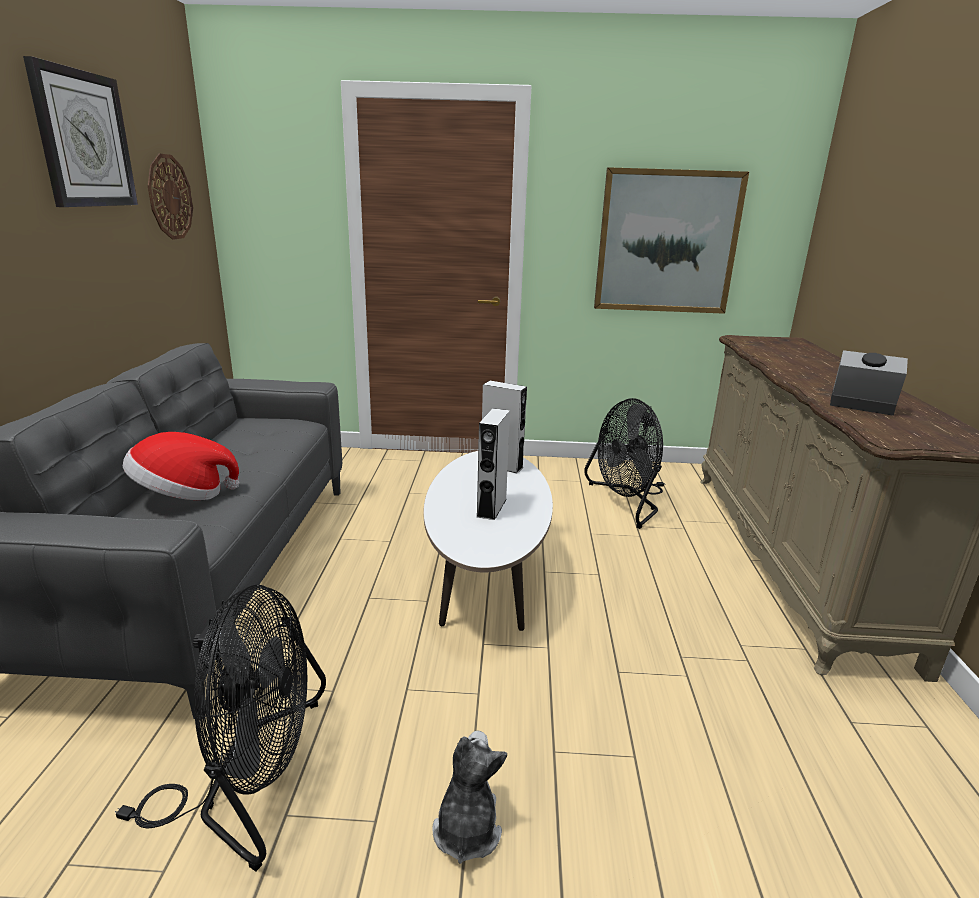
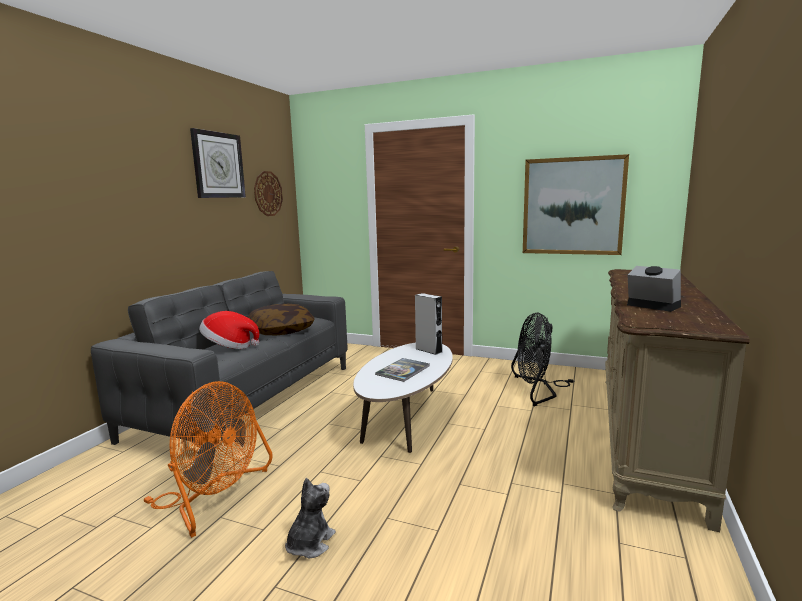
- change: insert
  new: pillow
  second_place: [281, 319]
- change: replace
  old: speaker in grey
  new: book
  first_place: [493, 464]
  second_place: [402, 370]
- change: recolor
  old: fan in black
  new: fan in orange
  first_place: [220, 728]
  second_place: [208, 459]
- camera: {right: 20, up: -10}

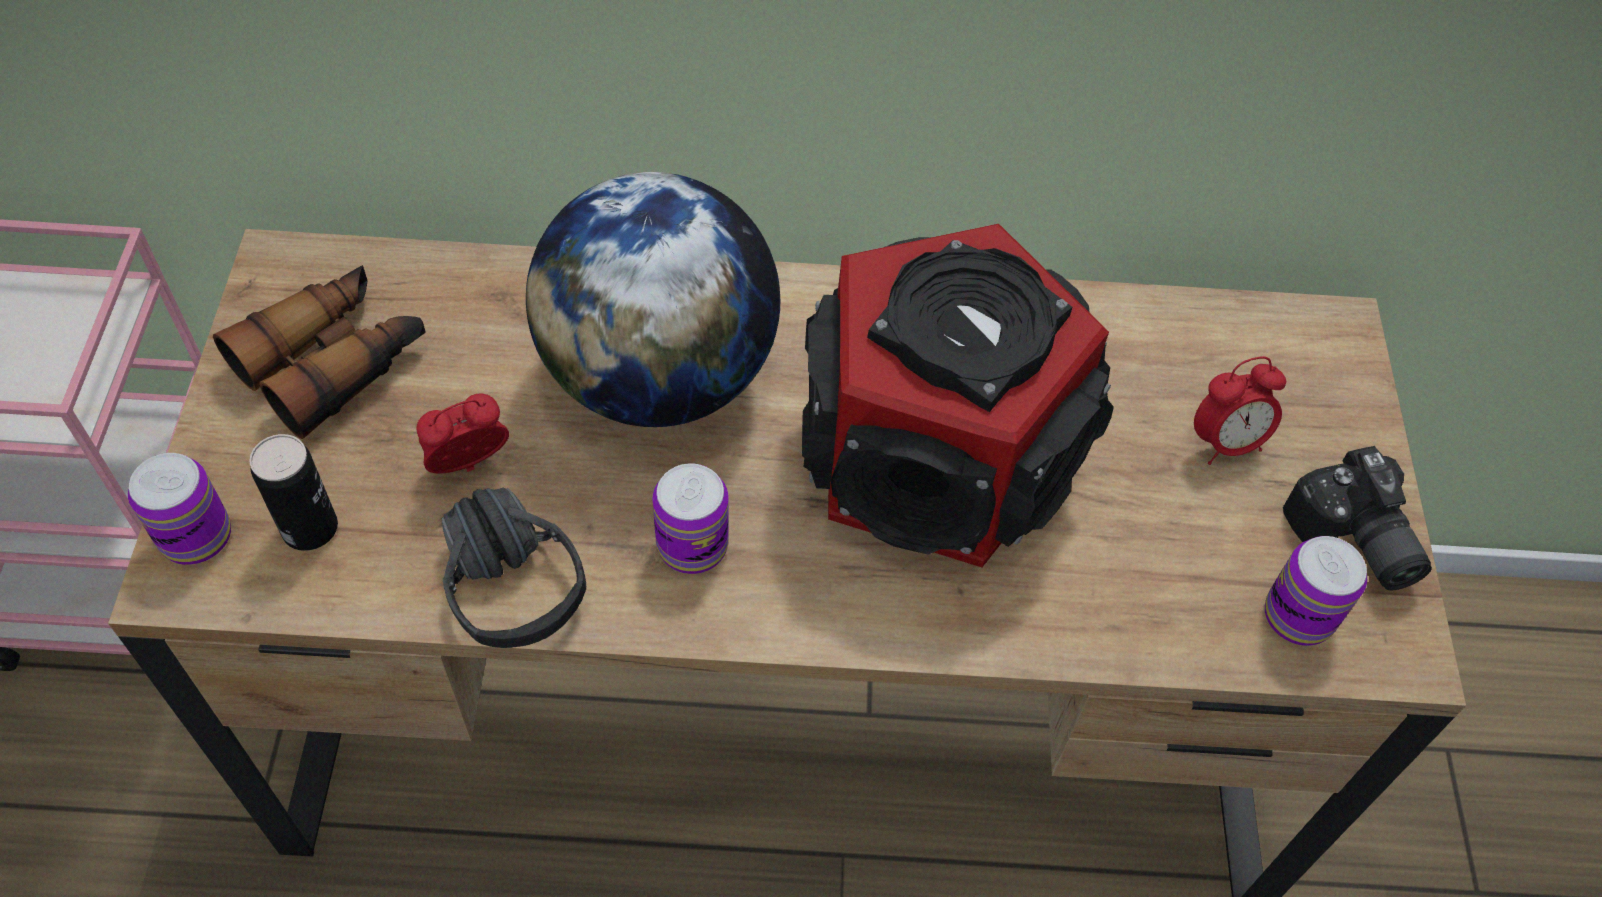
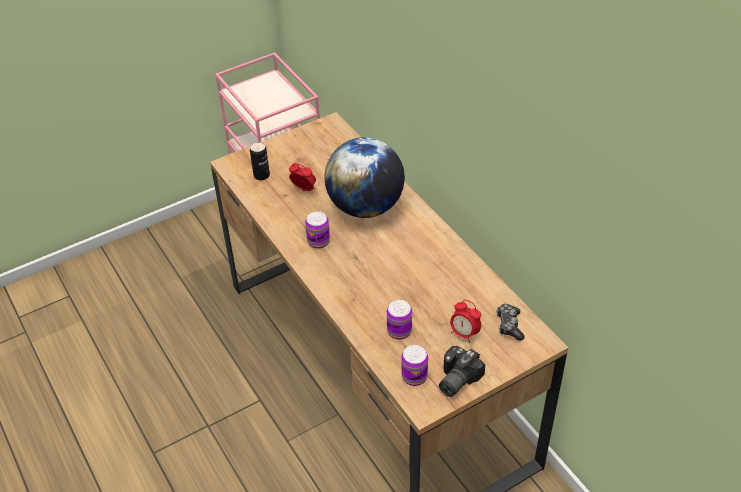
- change: delete
  old: binoculars
  first_place: [319, 352]
- change: delete
  old: headphones in black
  first_place: [514, 567]
- change: delete
  old: speaker
  first_place: [958, 395]
- change: insert
  new: game controller
  second_place: [510, 322]
- change: move
  old: can
  first_place: [179, 509]
  second_place: [399, 320]
- camera: {right: 60, up: -10}

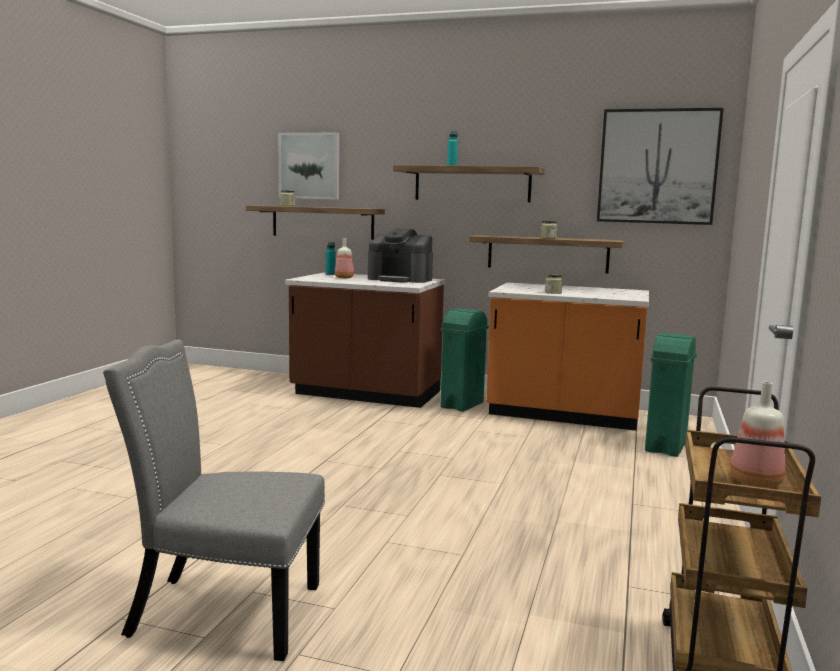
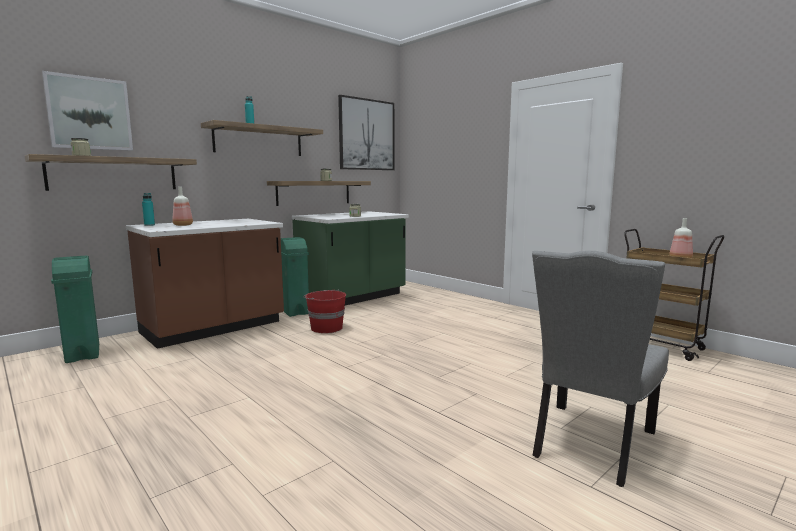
- change: delete
  old: coffee machine
  first_place: [400, 255]
- change: insert
  new: bucket in red
  second_place: [324, 311]
- change: move
  old: trash can in green
  first_place: [671, 395]
  second_place: [75, 309]
- change: recolor
  old: counter in orange
  new: counter in green
  first_place: [567, 356]
  second_place: [350, 258]
- camera: {right: -60, up: 0}

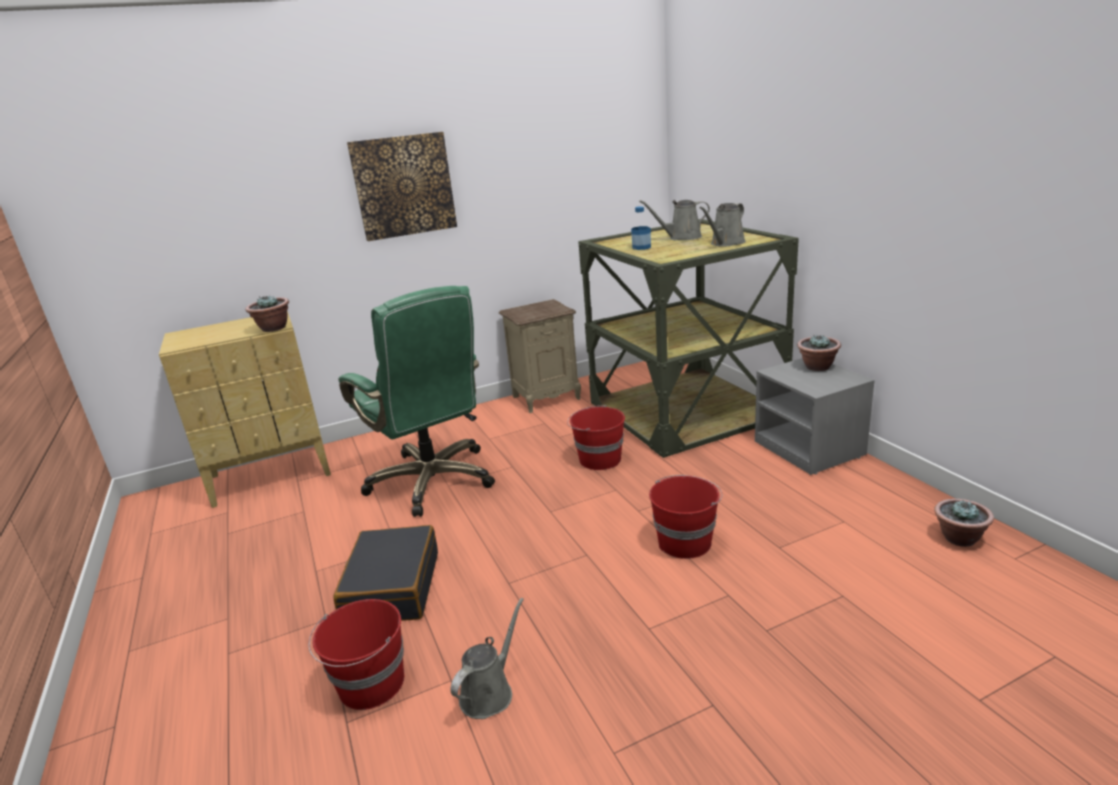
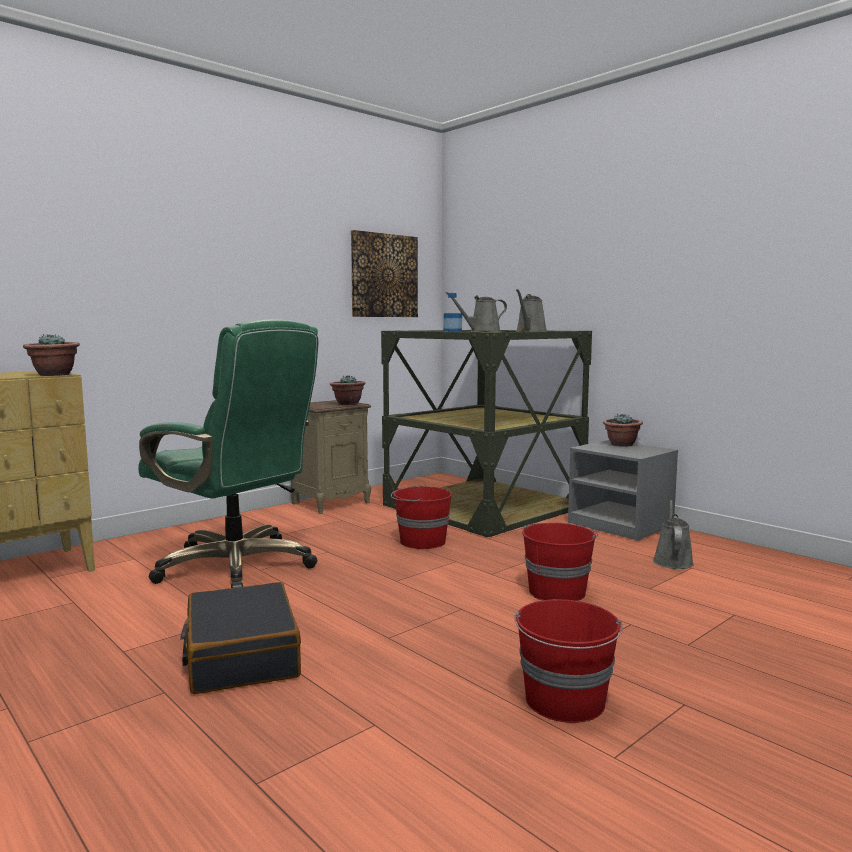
- change: move
  old: bucket in red
  first_place: [356, 654]
  second_place: [568, 661]
- change: move
  old: picture
  first_place: [402, 186]
  second_place: [384, 273]
- change: move
  old: watering can in grey
  first_place: [487, 658]
  second_place: [673, 534]
- change: move
  old: potted plant
  first_place: [964, 523]
  second_place: [348, 390]
- camera: {right: -20, up: -15}

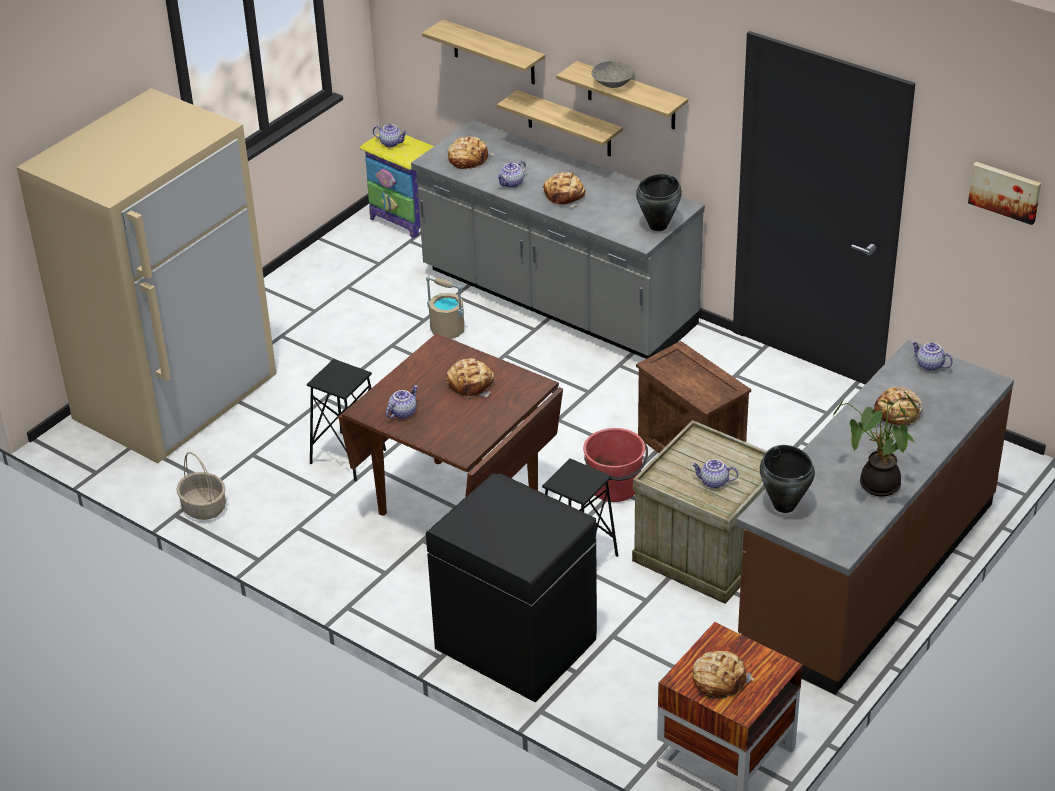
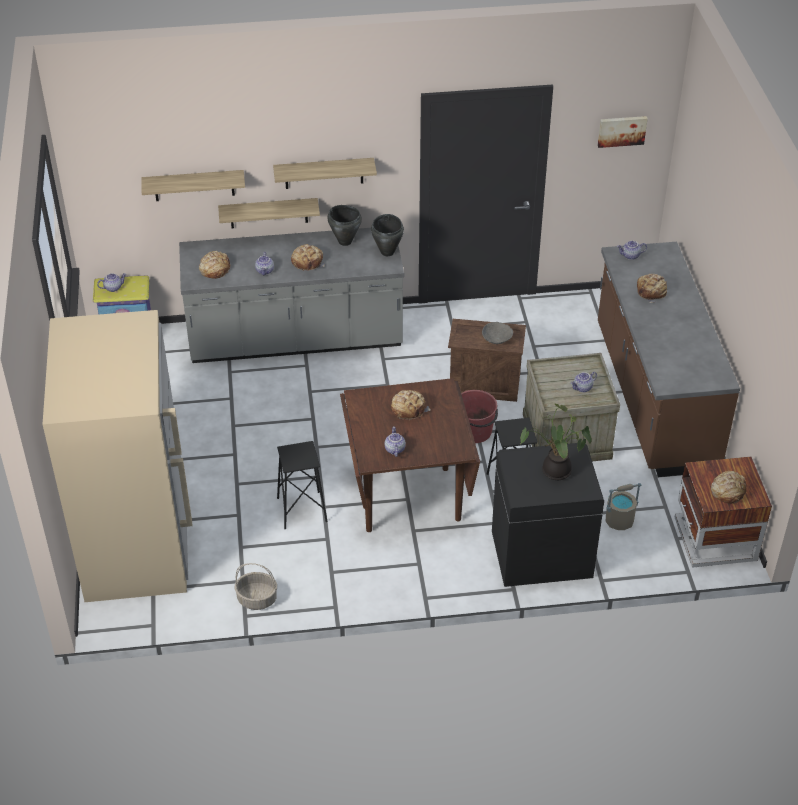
- change: move
  old: bucket in beige
  first_place: [445, 308]
  second_place: [623, 506]
- change: move
  old: bowl in grey
  first_place: [613, 74]
  second_place: [497, 333]
- change: move
  old: cooking pot in black
  first_place: [787, 479]
  second_place: [345, 225]
- change: move
  old: potted plant
  first_place: [875, 443]
  second_place: [556, 442]
- camera: {right: -45, up: 5}

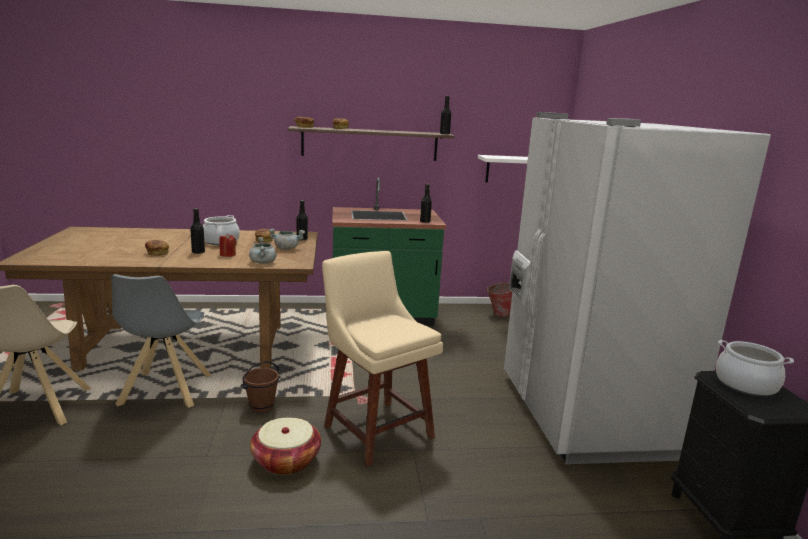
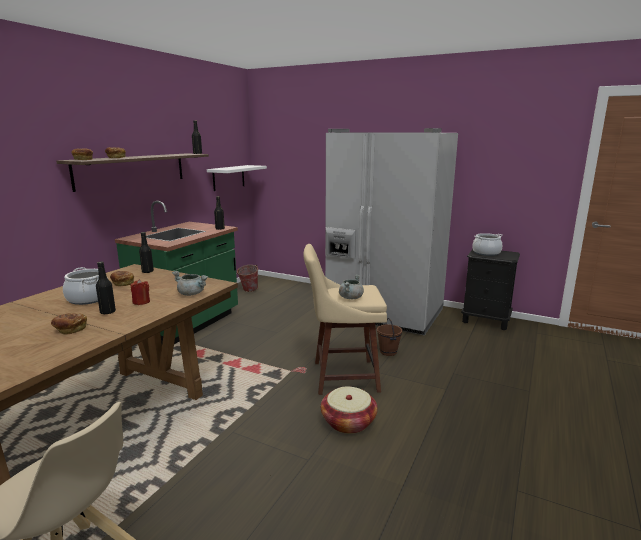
- change: delete
  old: chair in grey
  first_place: [161, 341]
- change: move
  old: bucket in brown
  first_place: [261, 387]
  second_place: [389, 337]
- change: move
  old: cooking pot in grey
  first_place: [287, 239]
  second_place: [351, 286]
- camera: {right: -55, up: 0}

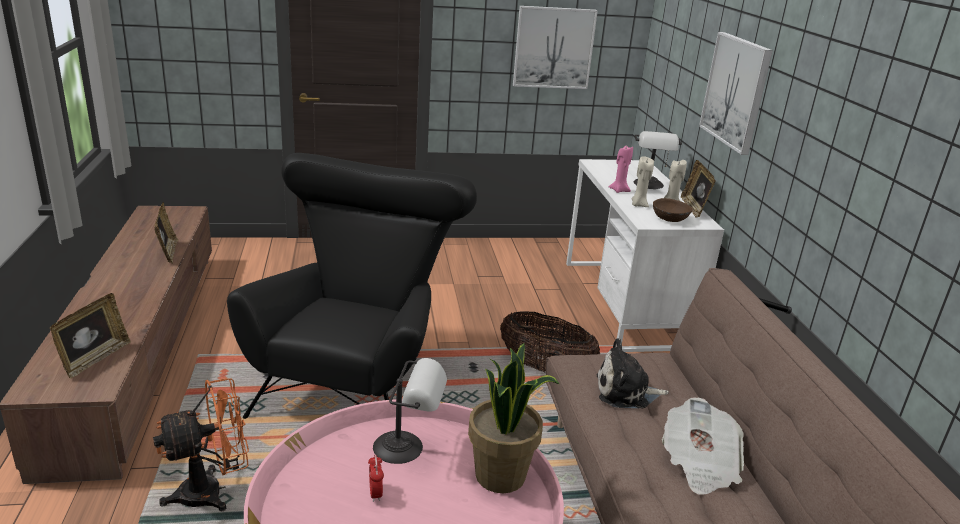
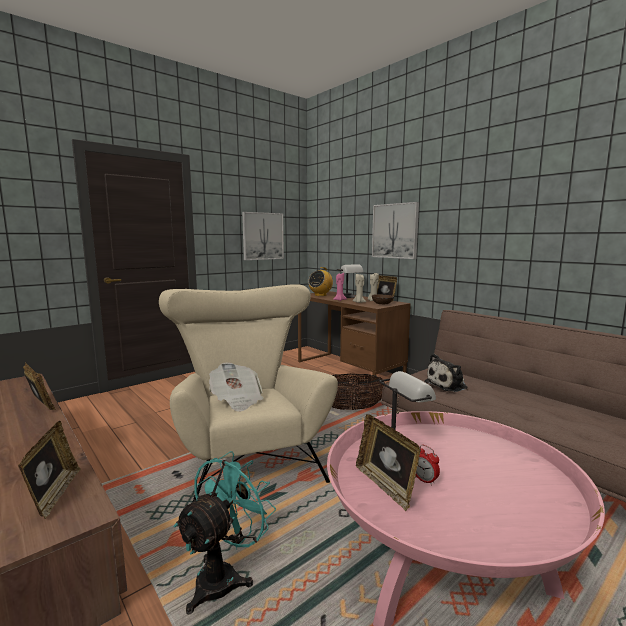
- change: delete
  old: potted plant
  first_place: [513, 418]
- change: insert
  new: radio
  second_place: [320, 281]
- change: insert
  new: picture frame
  second_place: [388, 462]
- change: move
  old: newspaper
  first_place: [703, 446]
  second_place: [236, 387]
- change: recolor
  old: fan in orange
  new: fan in turquoise
  first_place: [201, 444]
  second_place: [225, 532]
- change: recolor
  old: armchair in black
  new: armchair in beige
  first_place: [352, 286]
  second_place: [248, 392]
- change: recolor
  old: desk in white
  new: desk in brown
  first_place: [645, 255]
  second_place: [354, 337]
- camera: {right: -30, up: -15}

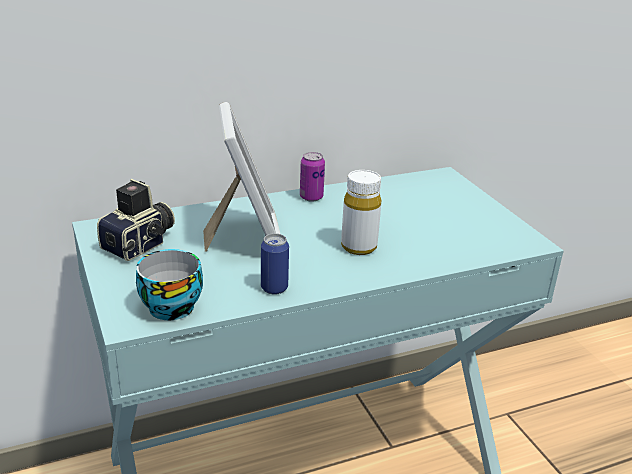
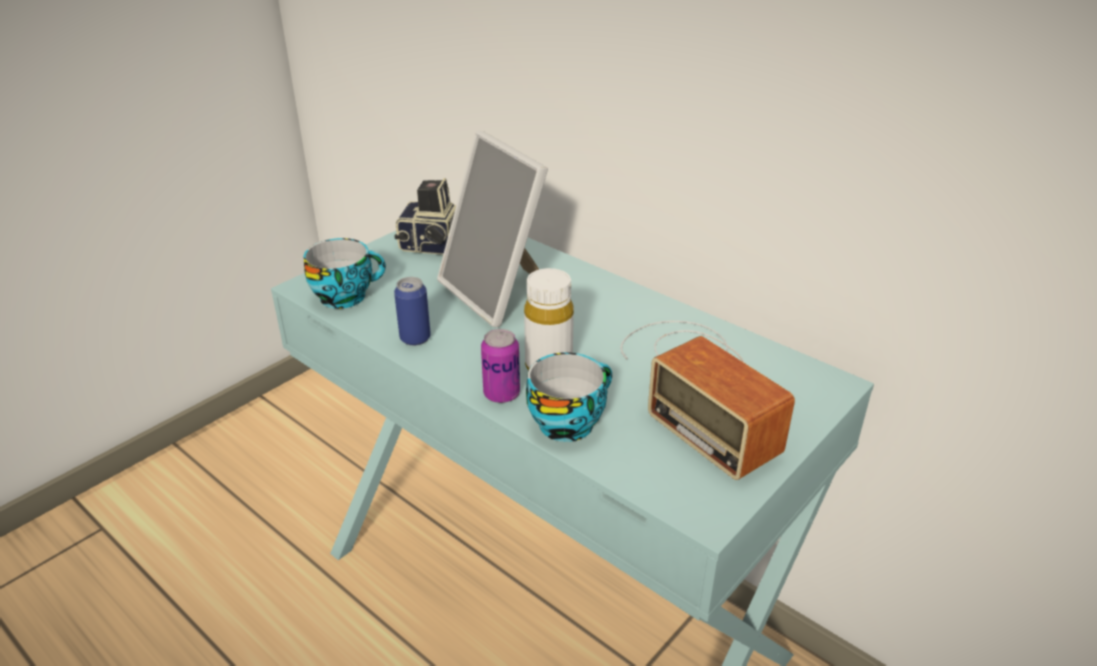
- change: insert
  new: cup
  second_place: [569, 397]
- change: insert
  new: radio
  second_place: [707, 400]
- change: move
  old: can
  first_place: [312, 177]
  second_place: [500, 366]
- change: rotate
  old: picture frame
  first_place: [241, 177]
  second_place: [492, 229]
  degrees: 90
- camera: {right: 65, up: 5}

